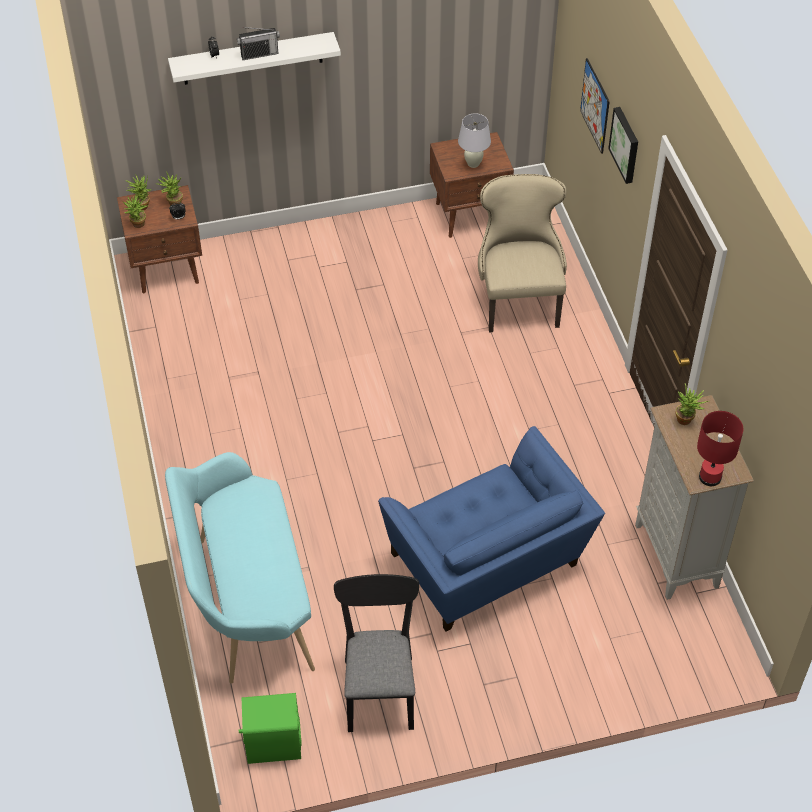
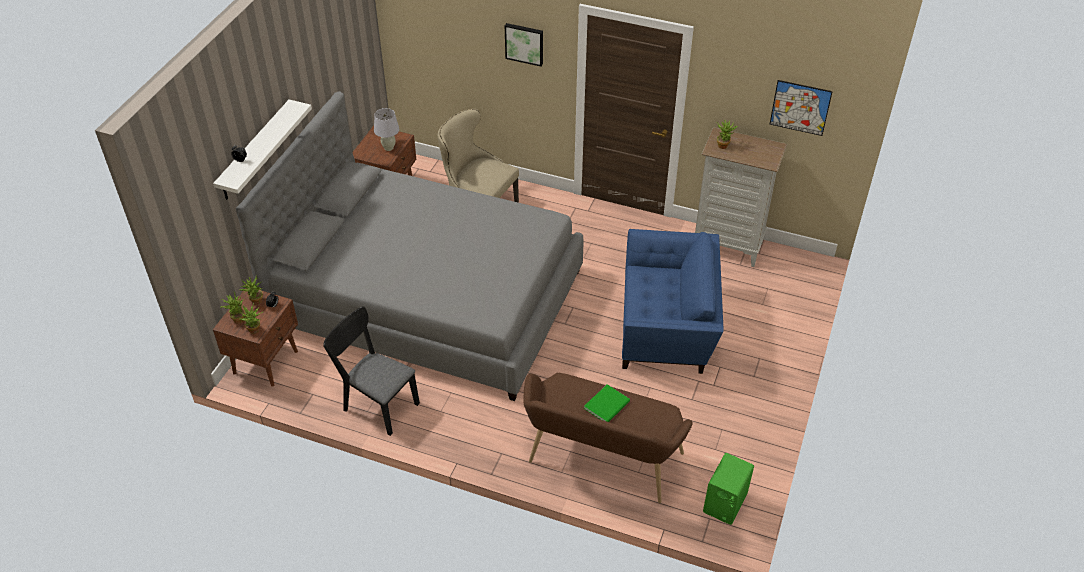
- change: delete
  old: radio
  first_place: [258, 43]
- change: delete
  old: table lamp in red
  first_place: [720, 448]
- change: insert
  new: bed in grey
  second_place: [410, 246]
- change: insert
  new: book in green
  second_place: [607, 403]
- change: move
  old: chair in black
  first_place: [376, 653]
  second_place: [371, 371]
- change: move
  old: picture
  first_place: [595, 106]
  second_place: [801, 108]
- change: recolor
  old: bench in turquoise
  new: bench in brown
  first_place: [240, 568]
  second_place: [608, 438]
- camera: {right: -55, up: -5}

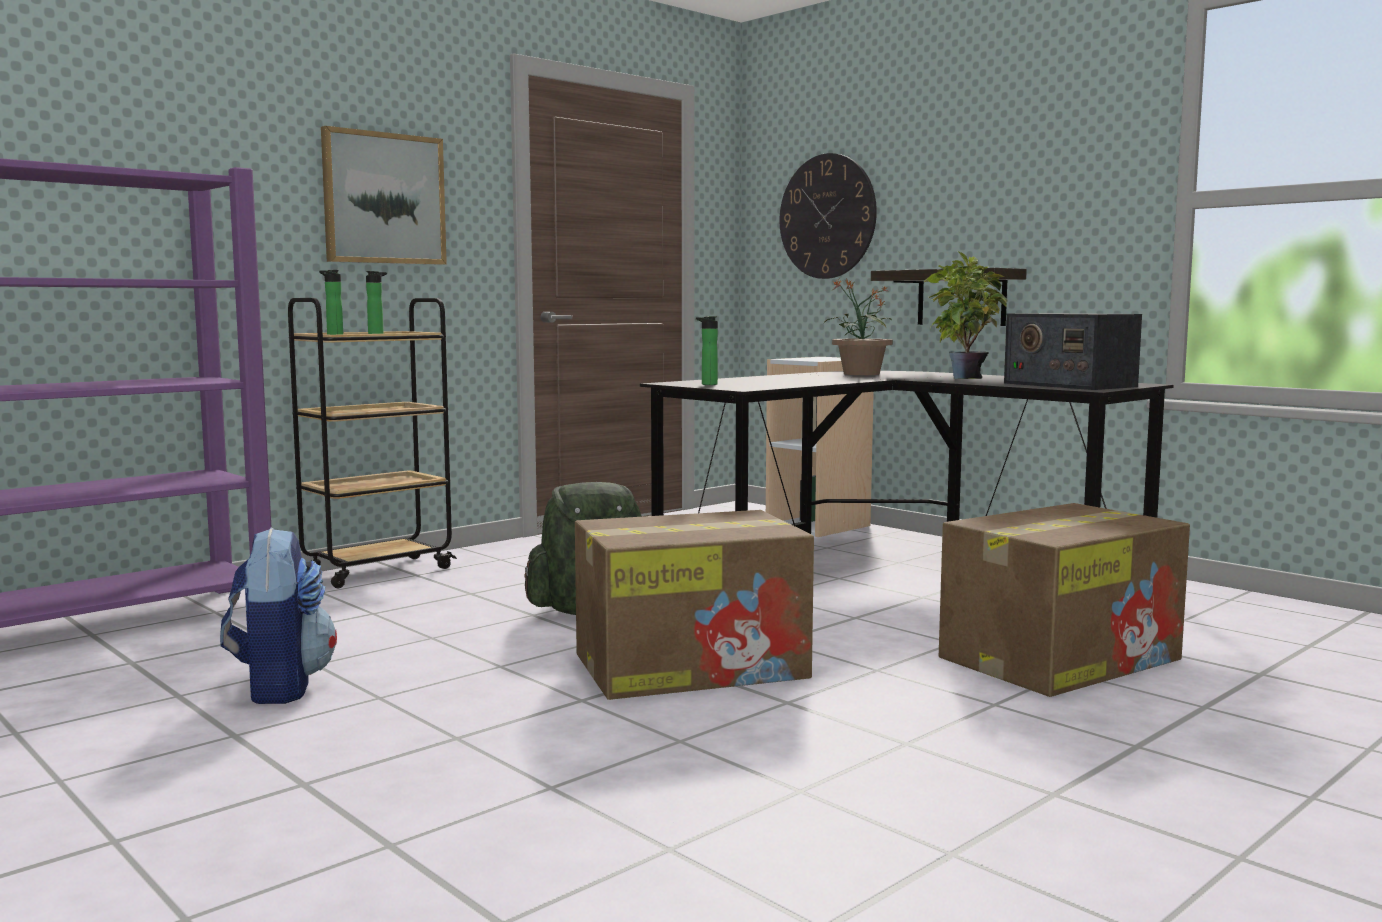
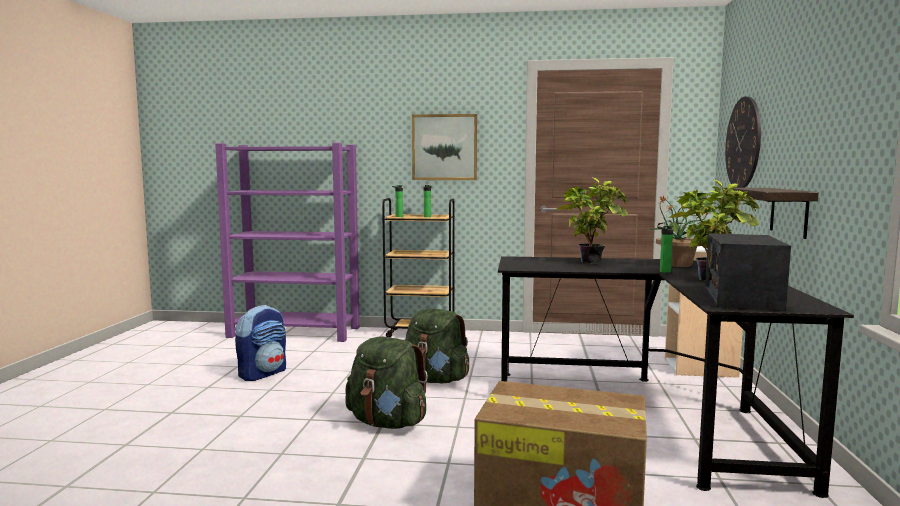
- change: insert
  new: potted plant
  second_place: [592, 221]
- change: move
  old: bottle
  first_place: [707, 350]
  second_place: [665, 249]
- change: replace
  old: cardboard box
  new: backpack in green
  first_place: [694, 605]
  second_place: [386, 382]
- camera: {right: 50, up: 0}

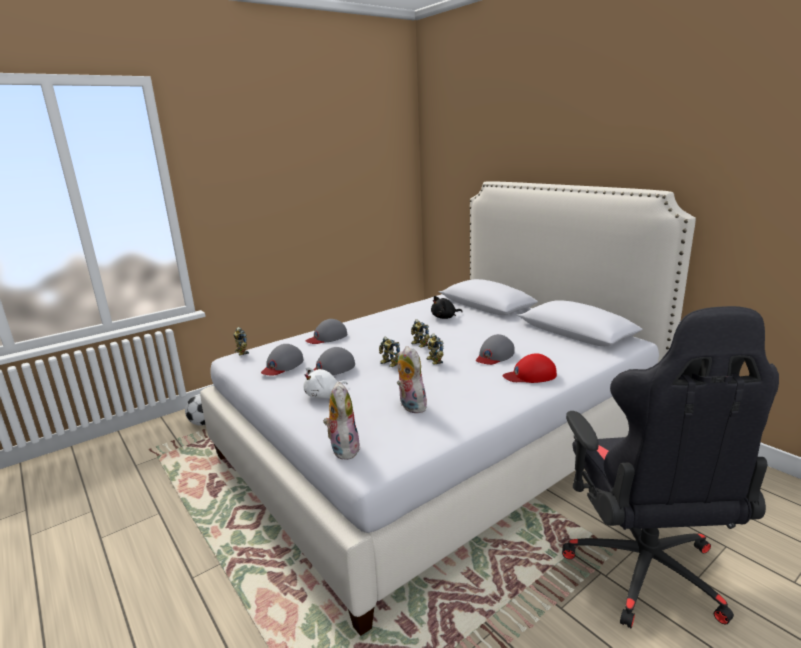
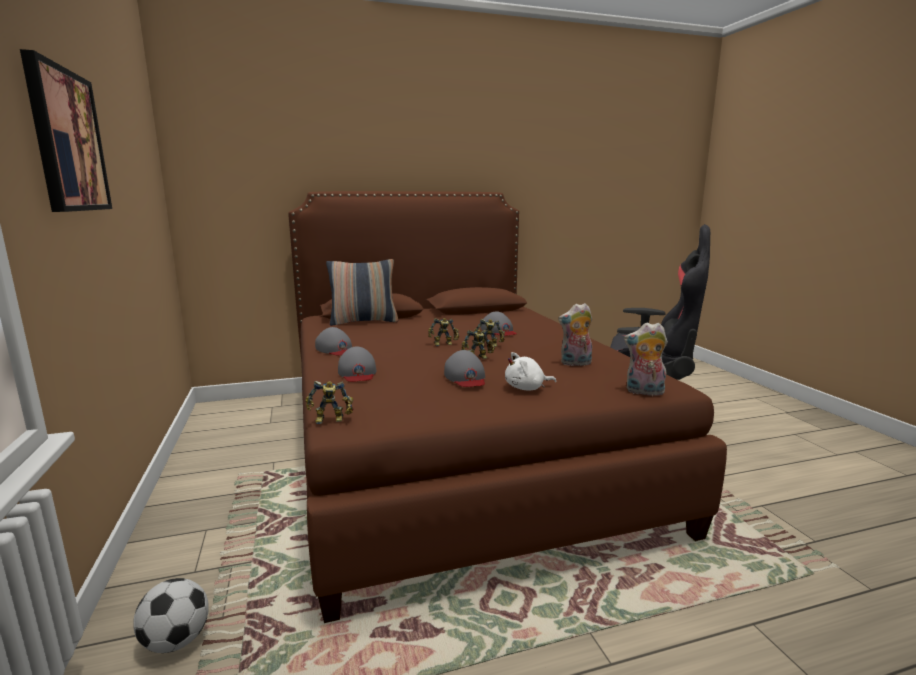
- change: delete
  old: plush toy in black
  first_place: [447, 307]
- change: delete
  old: cap in red
  first_place: [530, 368]
- change: insert
  new: picture
  second_place: [66, 130]
- change: insert
  new: pillow
  second_place: [362, 292]
- change: move
  old: cap in grey
  first_place: [282, 359]
  second_place: [333, 341]
- change: recolor
  old: bed in white
  new: bed in brown
  first_place: [448, 408]
  second_place: [507, 407]
- change: rotate
  old: plush toy in white
  first_place: [325, 383]
  second_place: [531, 371]
  degrees: 90
- camera: {right: -70, up: -5}

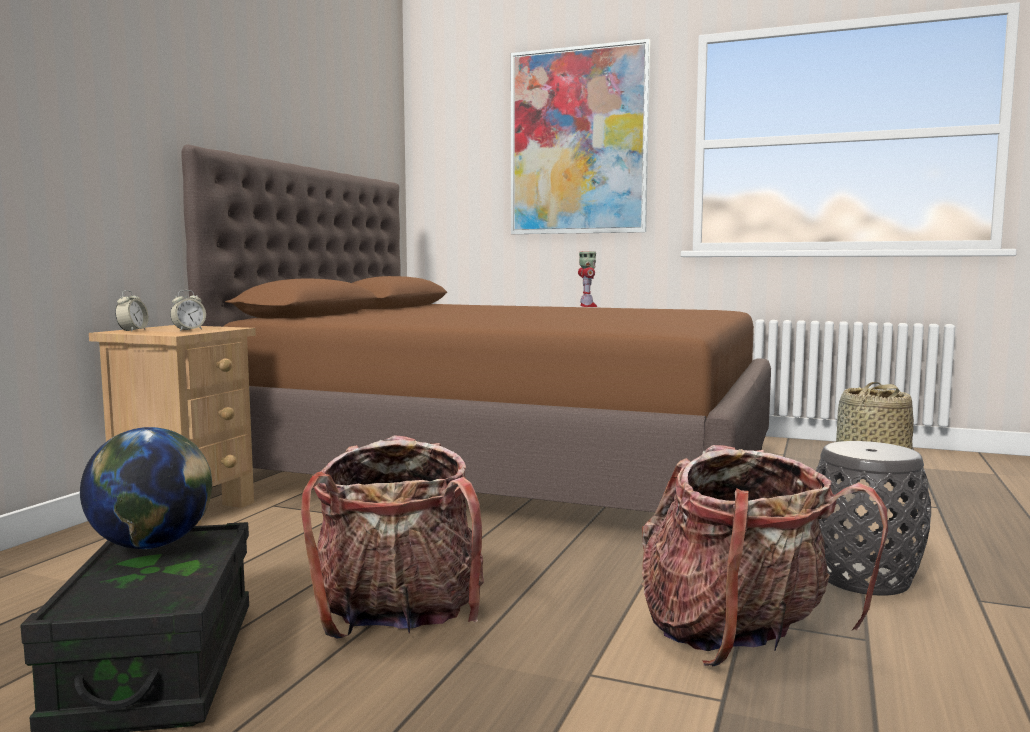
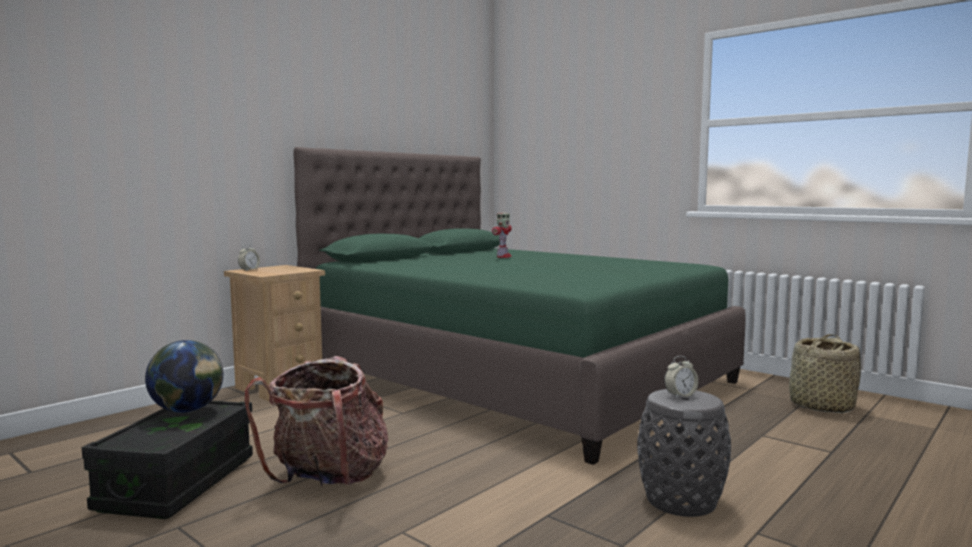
- change: delete
  old: picture
  first_place: [580, 136]
- change: delete
  old: backpack
  first_place: [764, 555]
- change: move
  old: alarm clock
  first_place: [188, 310]
  second_place: [681, 377]
- change: move
  old: toy robot
  first_place: [588, 279]
  second_place: [502, 235]
- change: recolor
  old: bed in brown
  new: bed in green
  first_place: [476, 328]
  second_place: [519, 306]
- camera: {right: 20, up: 0}

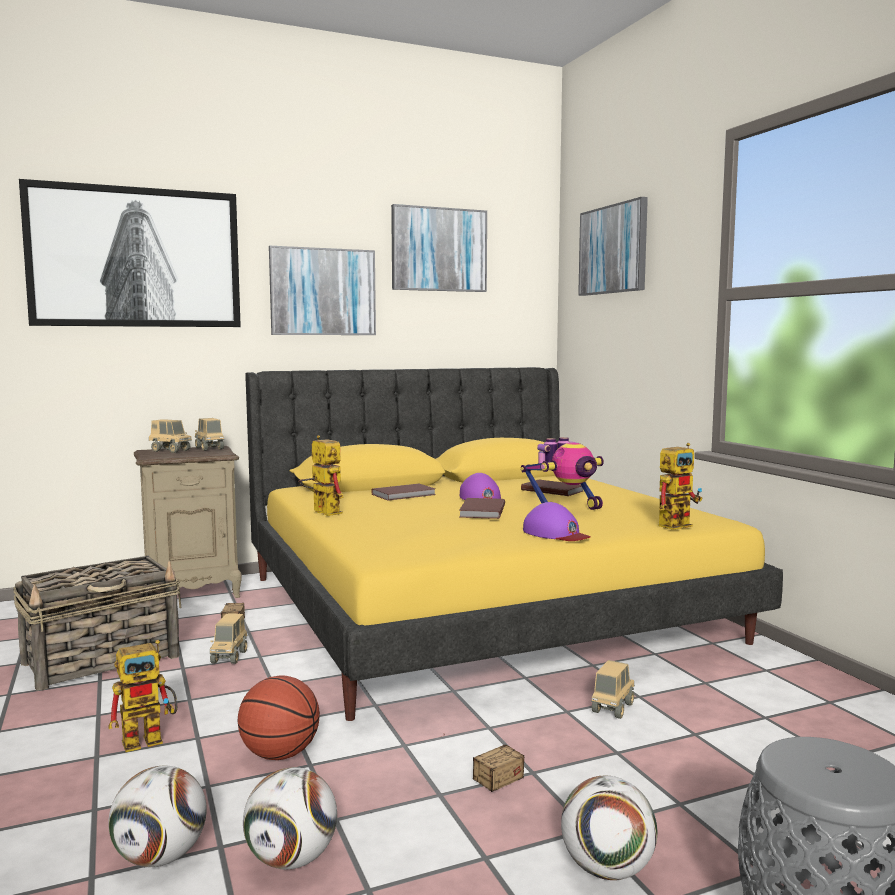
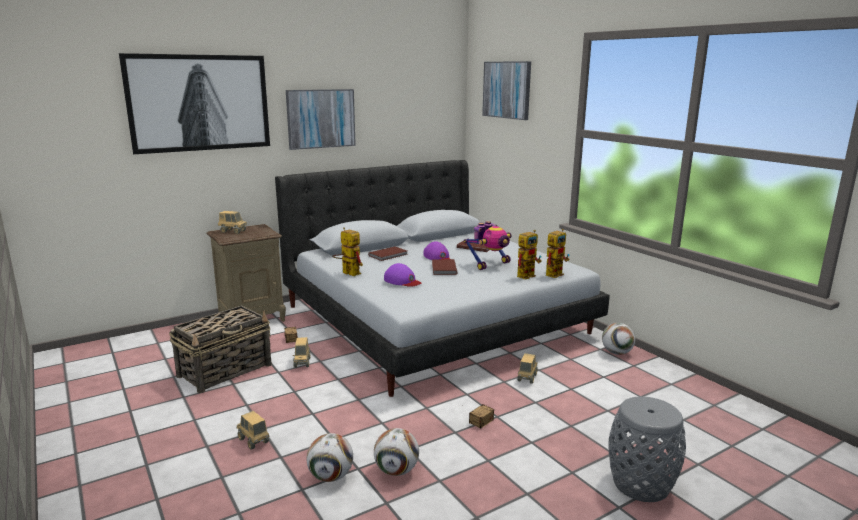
- change: delete
  old: basketball
  first_place: [279, 717]
- change: delete
  old: picture
  first_place: [439, 248]
- change: move
  old: toy robot
  first_place: [142, 696]
  second_place: [529, 255]
- change: move
  old: toy truck
  first_place: [209, 434]
  second_place: [253, 430]
- change: move
  old: cap in purple
  first_place: [557, 521]
  second_place: [402, 275]
- change: move
  old: football
  first_place: [609, 828]
  second_place: [618, 339]
- change: recolor
  old: bed in yellow
  new: bed in grey
  first_place: [514, 544]
  second_place: [442, 278]
- camera: {right: -10, up: 10}

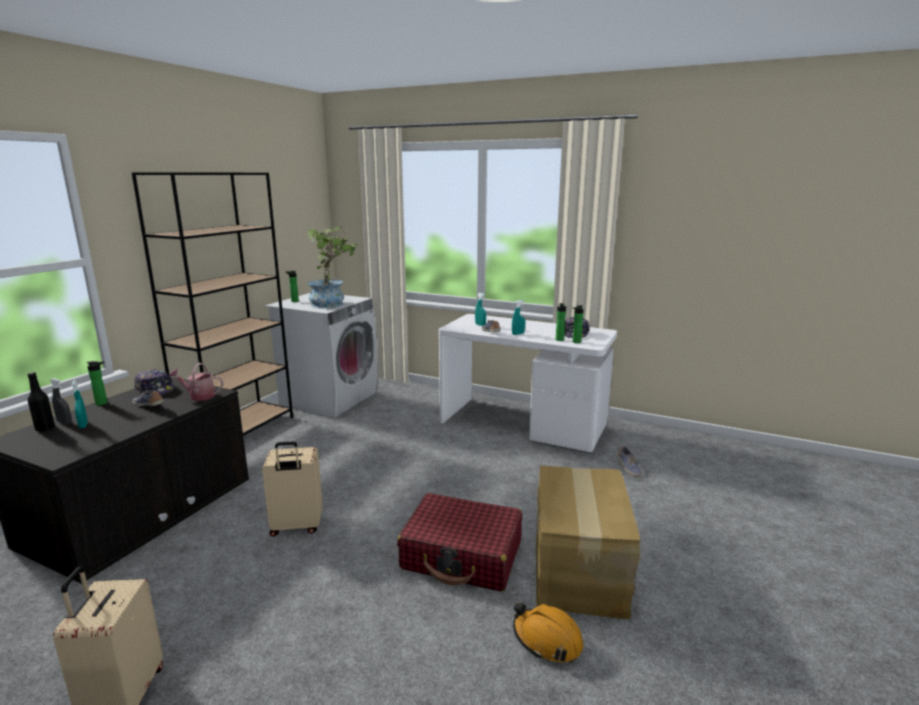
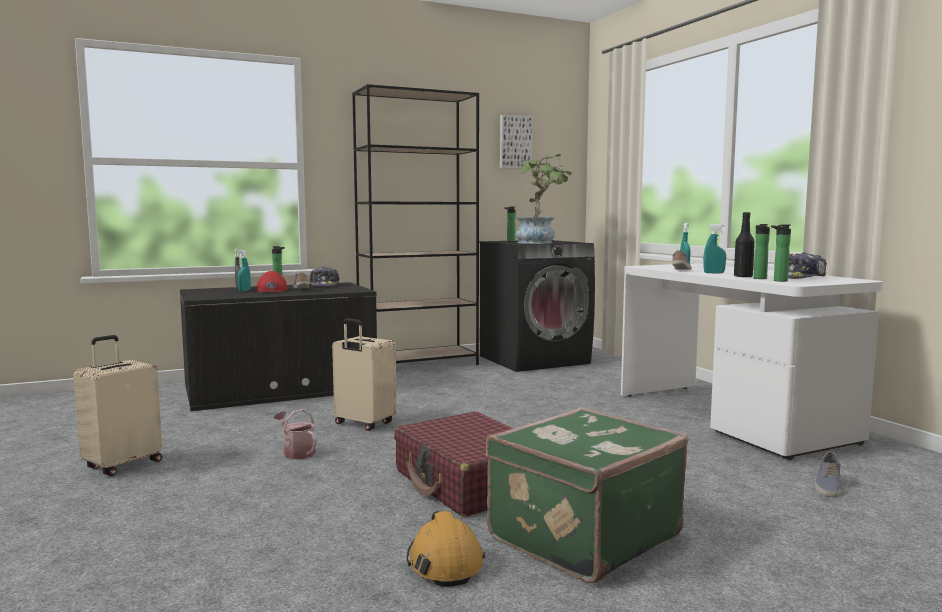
- change: insert
  new: cap in red
  second_place: [272, 282]
- change: insert
  new: picture
  second_place: [516, 142]
- change: move
  old: bottle in black
  first_place: [41, 401]
  second_place: [744, 245]
- change: move
  old: watering can
  first_place: [196, 382]
  second_place: [295, 434]
- change: replace
  old: cardboard box
  new: suitcase in green
  first_place: [588, 542]
  second_place: [587, 495]
- change: recolor
  old: washing machine in white
  new: washing machine in black
  first_place: [321, 355]
  second_place: [537, 306]
- camera: {right: 40, up: -10}

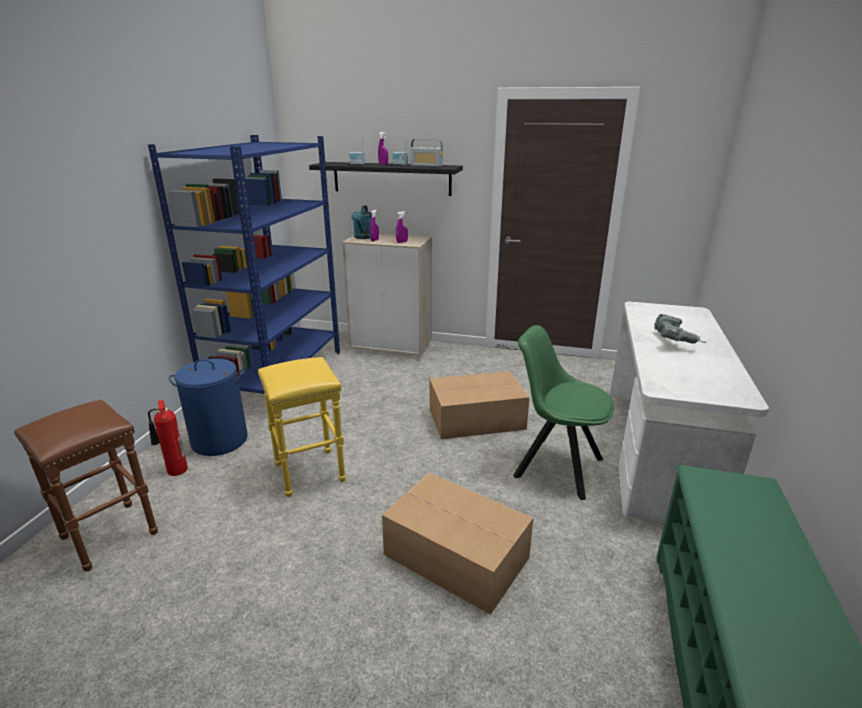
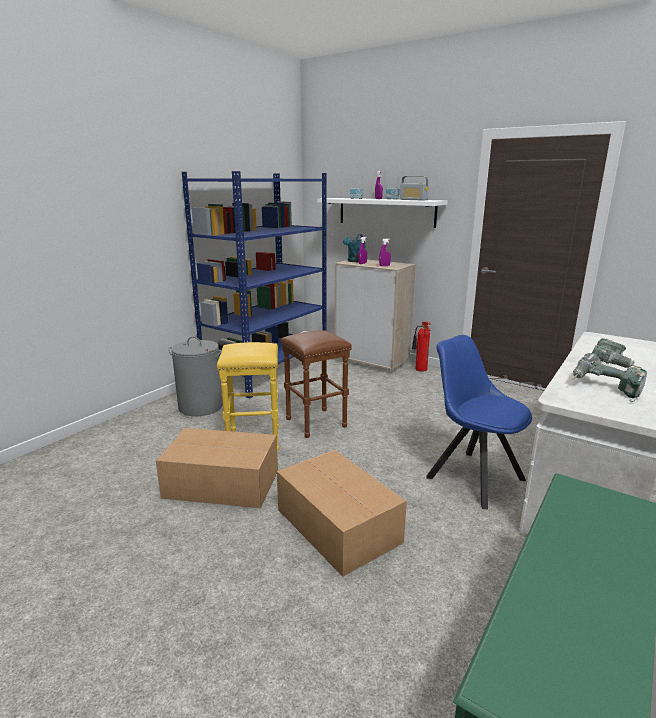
- change: insert
  new: power drill
  second_place: [609, 377]
- change: move
  old: stool in brown
  first_place: [86, 486]
  second_place: [316, 384]
- change: move
  old: fire extinguisher
  first_place: [168, 438]
  second_place: [421, 347]
- change: move
  old: cardboard box
  first_place: [480, 405]
  second_place: [217, 468]
- change: recolor
  old: laundry basket in blue
  new: laundry basket in grey
  first_place: [208, 407]
  second_place: [195, 376]
- change: recolor
  old: shelf in black
  new: shelf in white
  first_place: [386, 179]
  second_place: [382, 213]
- change: recolor
  old: chair in green
  new: chair in blue
  first_place: [563, 412]
  second_place: [479, 422]
- camera: {right: 20, up: -5}

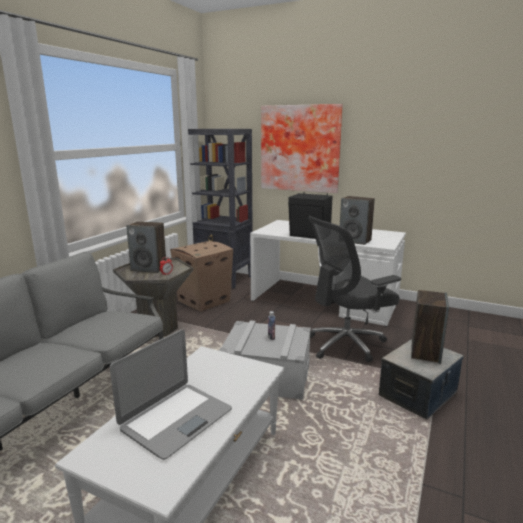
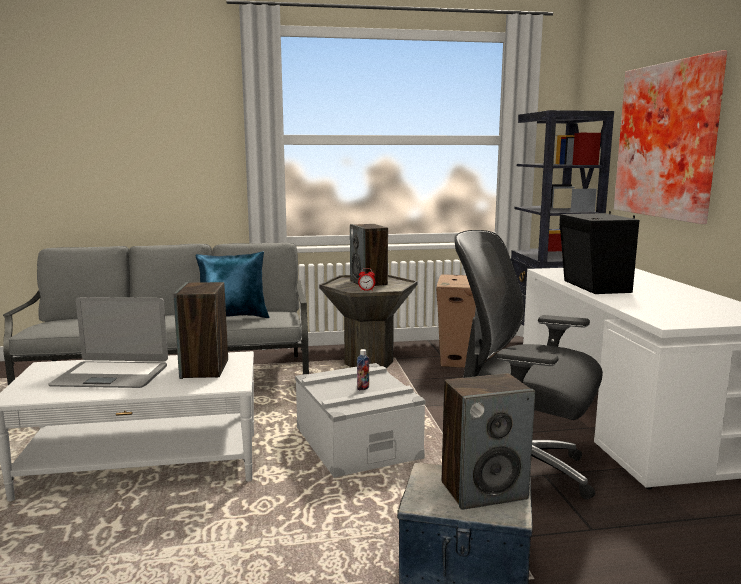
- change: insert
  new: pillow in blue
  second_place: [232, 284]
- change: move
  old: speaker
  first_place: [357, 220]
  second_place: [200, 330]
- camera: {right: 55, up: -5}

